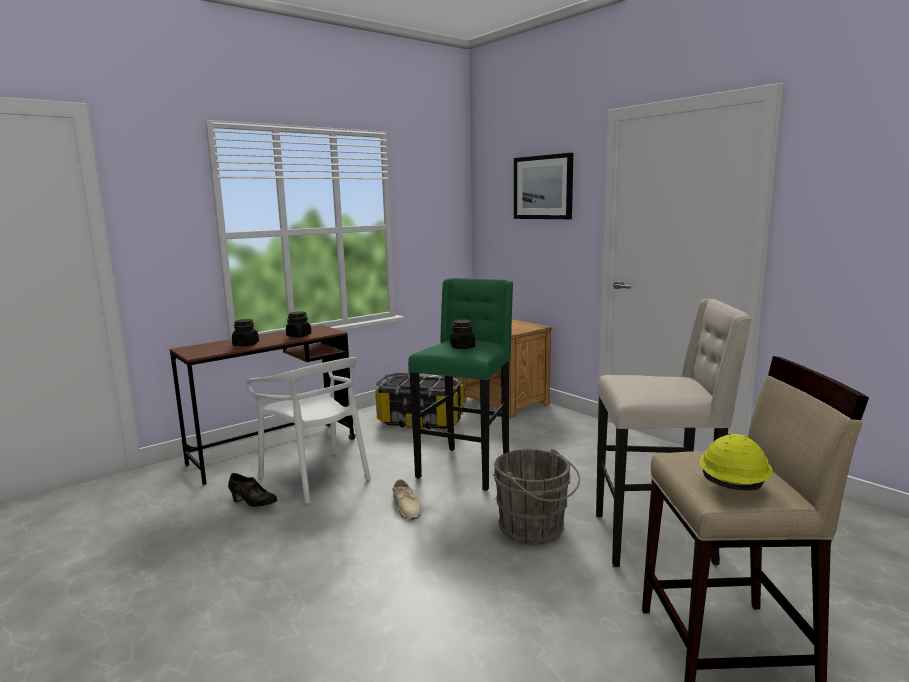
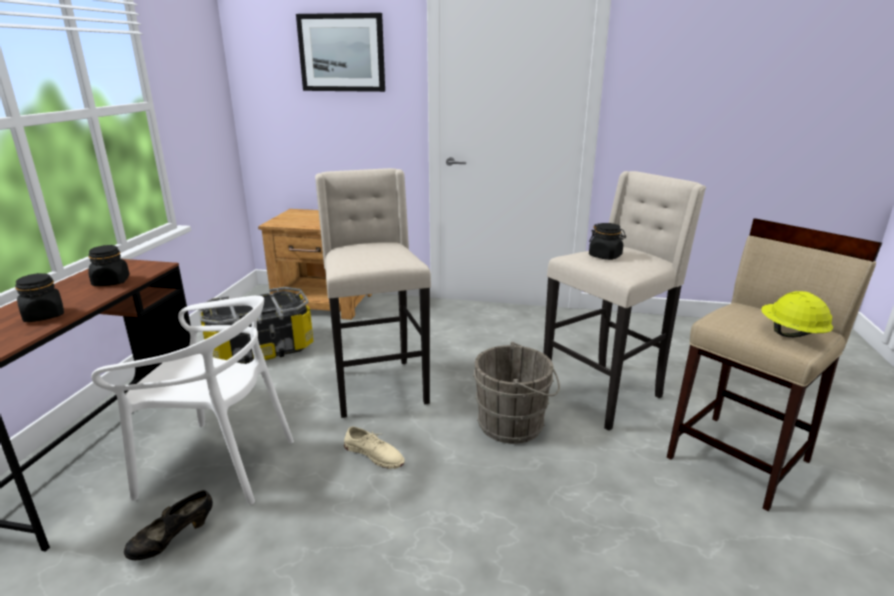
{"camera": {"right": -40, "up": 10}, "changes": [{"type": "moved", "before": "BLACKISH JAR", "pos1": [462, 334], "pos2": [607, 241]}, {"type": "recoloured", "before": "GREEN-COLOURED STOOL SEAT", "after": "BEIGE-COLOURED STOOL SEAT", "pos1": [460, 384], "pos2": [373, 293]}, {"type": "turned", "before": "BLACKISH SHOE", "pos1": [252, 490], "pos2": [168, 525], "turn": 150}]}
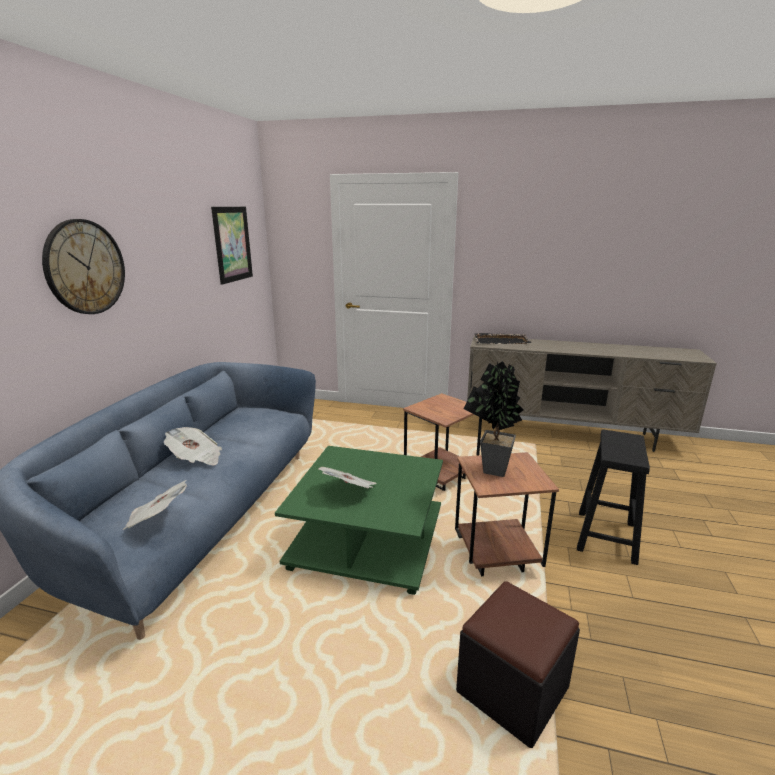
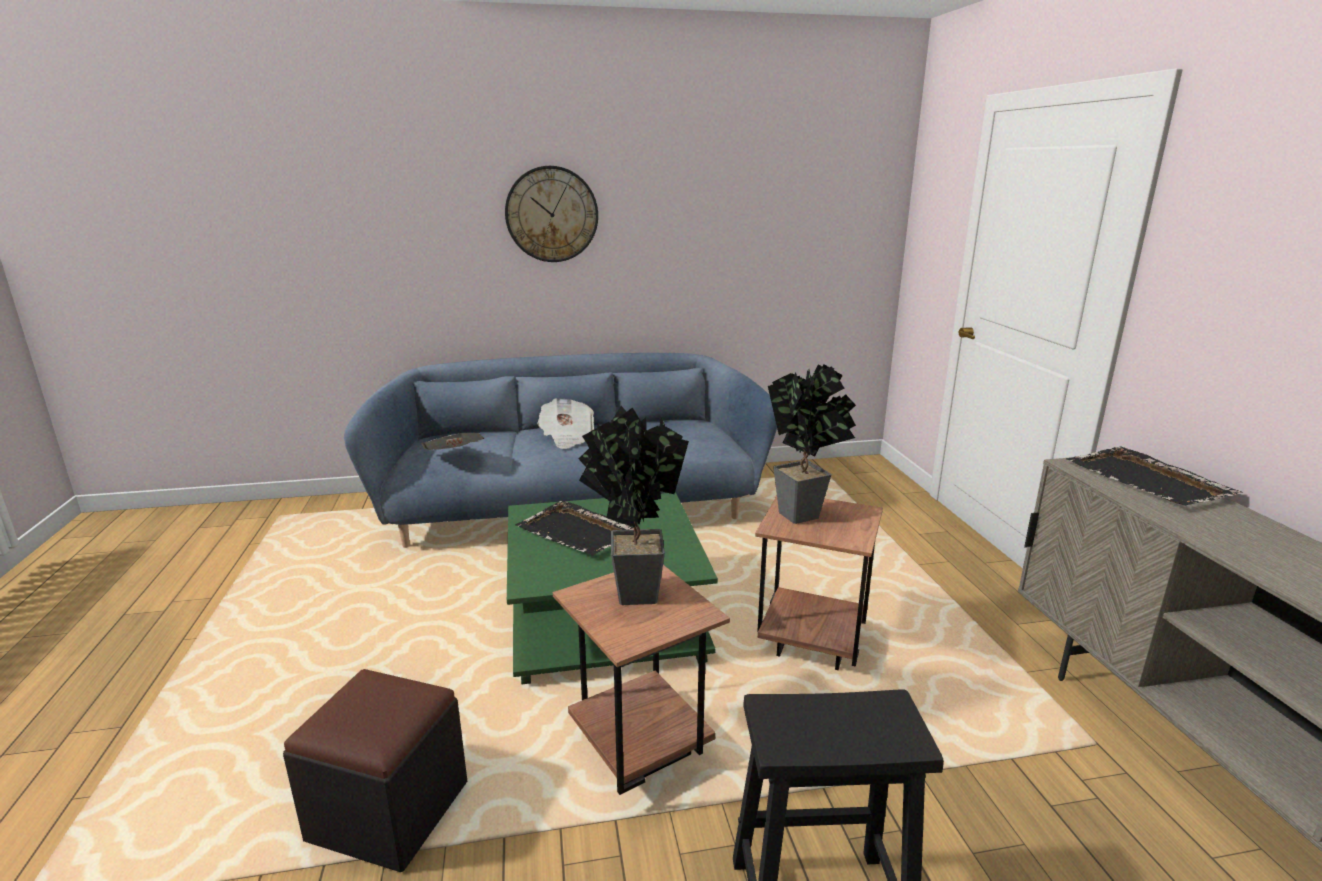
{"camera": {"right": 65, "up": 0}, "changes": [{"type": "removed", "before": "WALL PICTURE", "pos1": [232, 246]}, {"type": "added", "after": "HOUSEPLANT", "pos2": [812, 444]}, {"type": "replaced", "before": "NEWSPAPER", "after": "BLACKISH SERVING TRAY", "pos1": [347, 478], "pos2": [574, 528]}]}
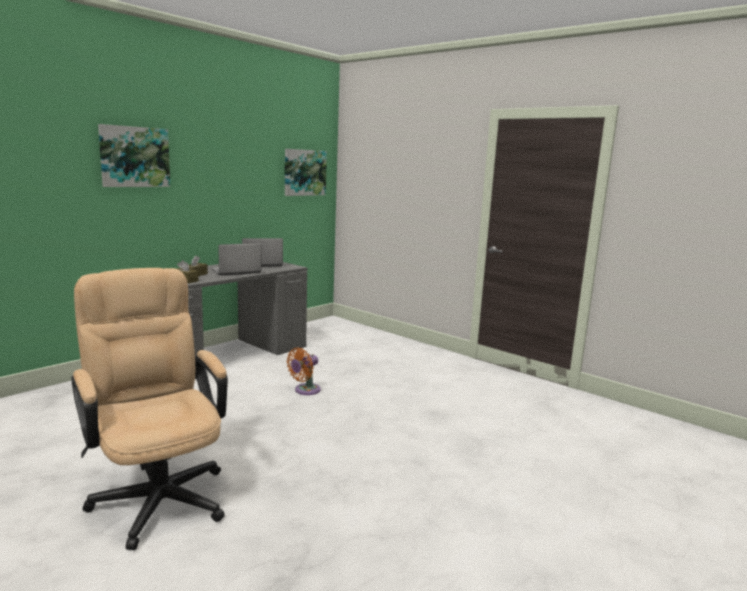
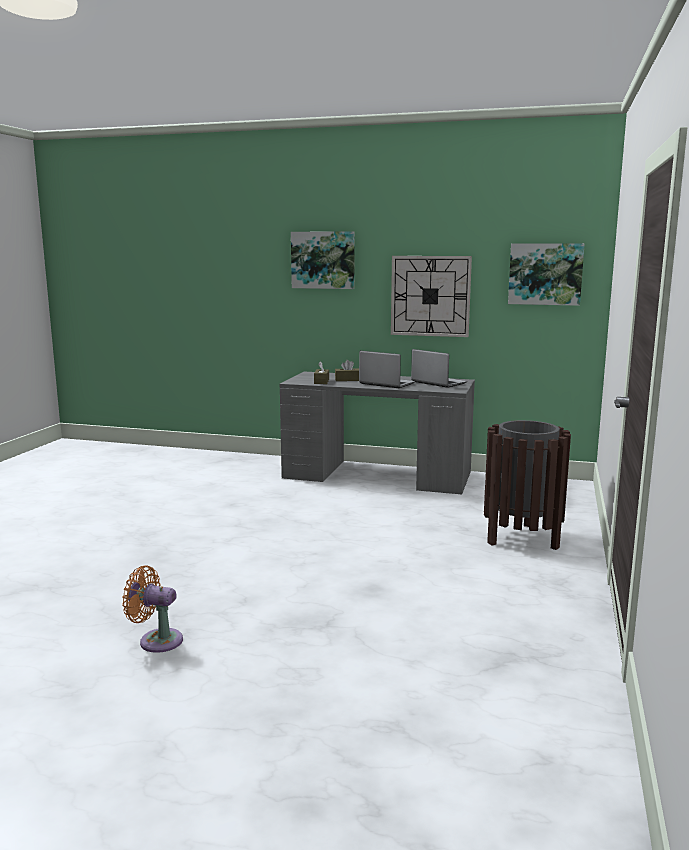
{"camera": {"right": 65, "up": 0}, "changes": [{"type": "removed", "before": "BEIGE-COLOURED DESK CHAIR", "pos1": [149, 409]}, {"type": "added", "after": "CLOCK ON THE WALL", "pos2": [431, 296]}, {"type": "added", "after": "BROWN TRASH CAN", "pos2": [527, 485]}, {"type": "moved", "before": "ORANGE-COLOURED COOLING FAN", "pos1": [303, 371], "pos2": [152, 609]}]}
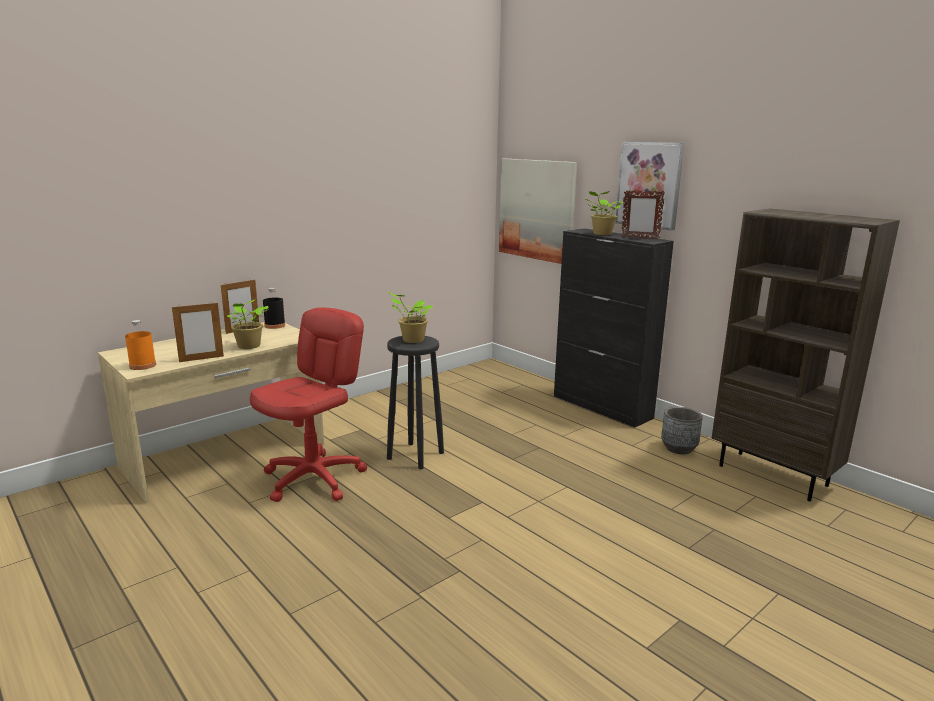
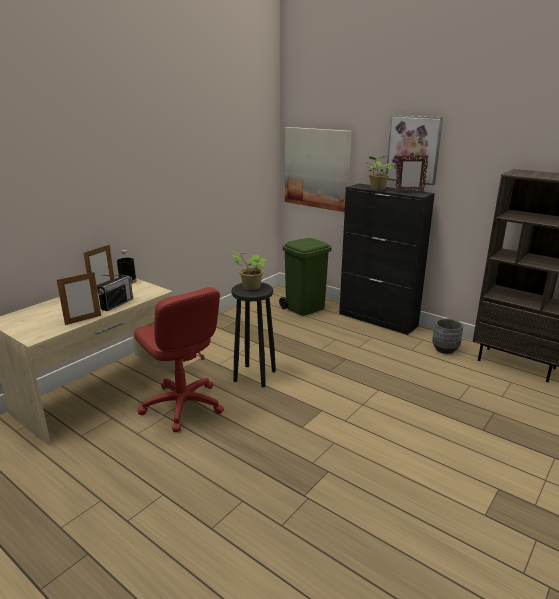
{"camera": {"right": -10, "up": 5}, "changes": [{"type": "removed", "before": "ORANGE-COLOURED DRINK BOTTLE", "pos1": [140, 345]}, {"type": "added", "after": "GREEN-COLOURED TRASH CAN", "pos2": [305, 277]}, {"type": "replaced", "before": "HOUSEPLANT", "after": "RADIO", "pos1": [247, 324], "pos2": [115, 293]}, {"type": "turned", "before": "RED DESK CHAIR", "pos1": [308, 404], "pos2": [179, 359], "turn": 120}]}
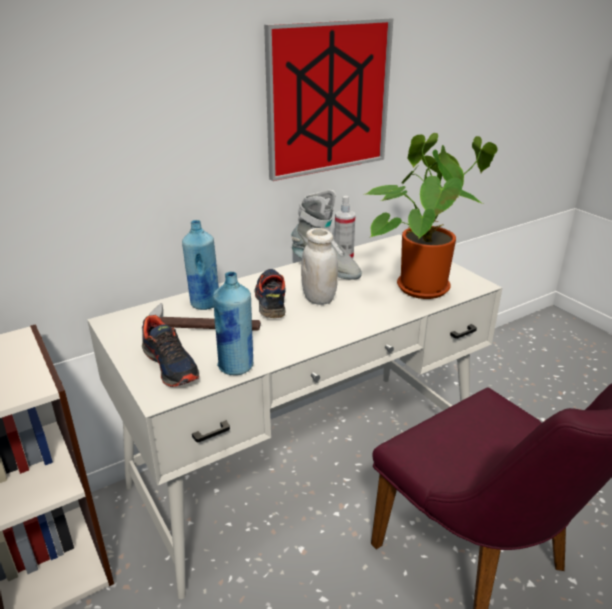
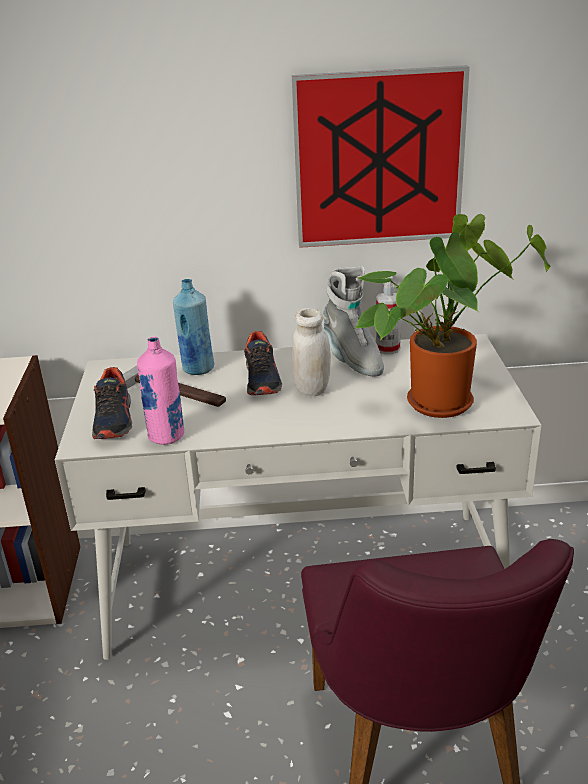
{"camera": {"right": 30, "up": 0}, "changes": [{"type": "recoloured", "before": "BLUE-COLOURED DRINK BOTTLE", "after": "PINKISH DRINK BOTTLE", "pos1": [233, 323], "pos2": [160, 391]}, {"type": "turned", "before": "SHOE", "pos1": [270, 293], "pos2": [263, 363], "turn": 150}]}
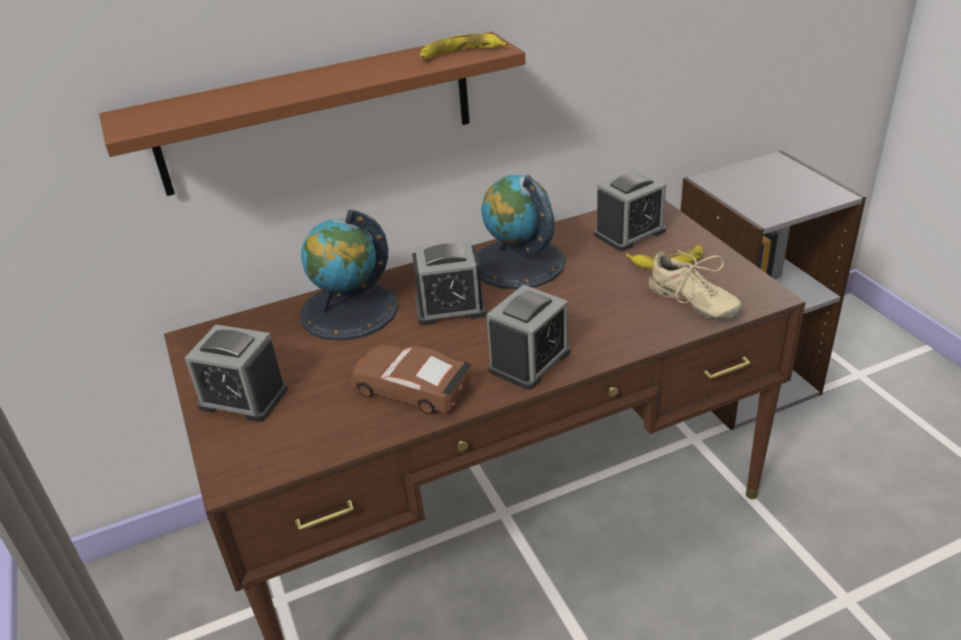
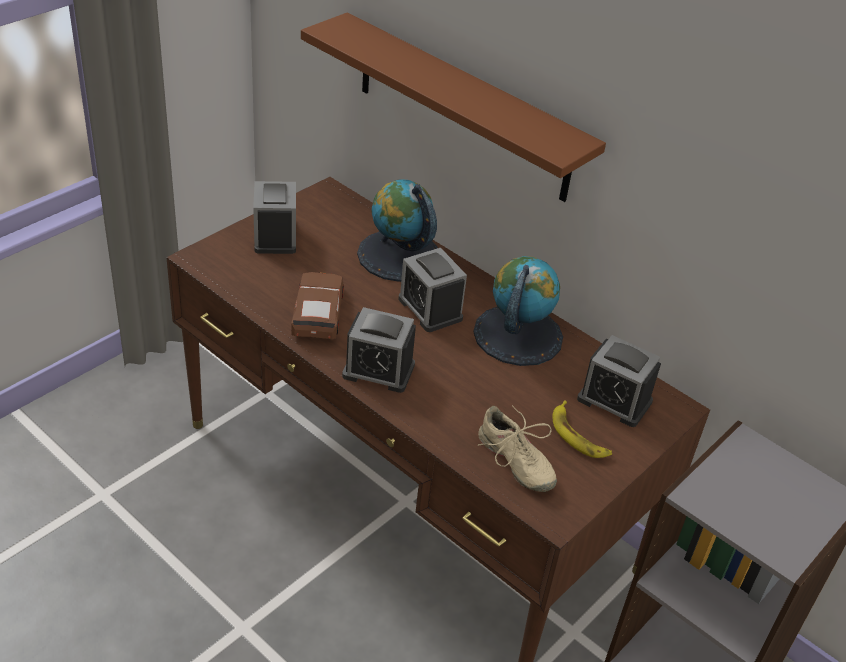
{"camera": {"right": 60, "up": 5}, "changes": [{"type": "removed", "before": "WHOLE BANANA", "pos1": [464, 46]}, {"type": "turned", "before": "BEIGE-COLOURED SHOE", "pos1": [696, 284], "pos2": [517, 448], "turn": -60}]}
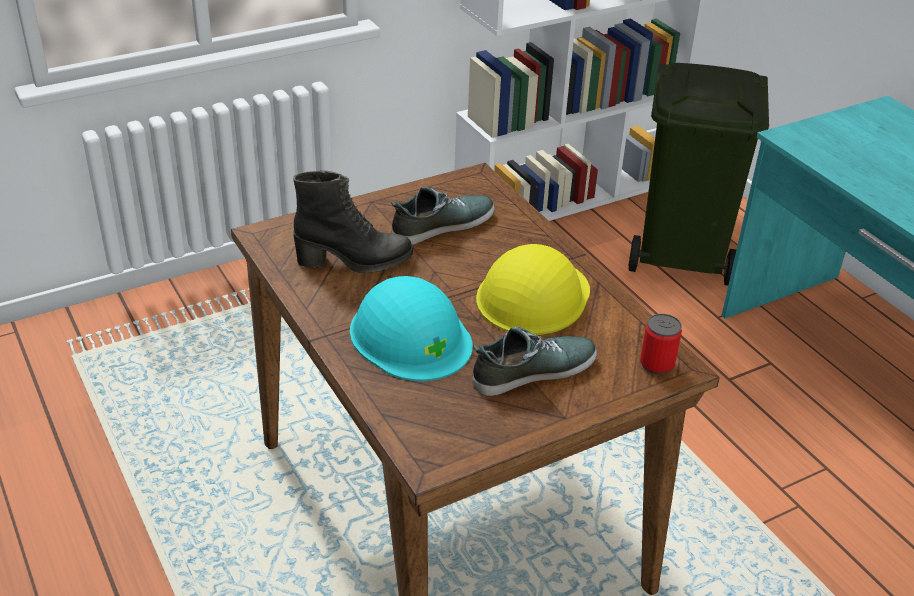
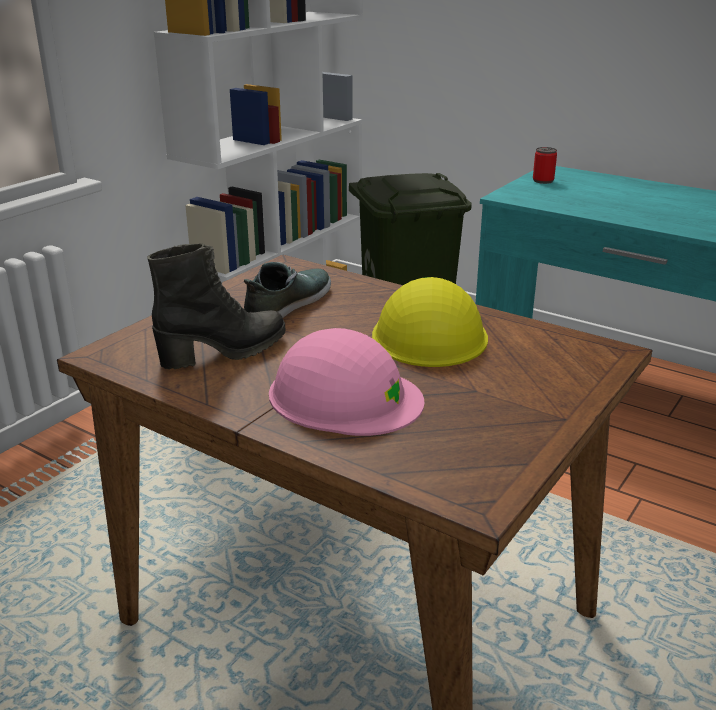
{"camera": {"right": -25, "up": -10}, "changes": [{"type": "removed", "before": "SHOE", "pos1": [534, 361]}, {"type": "moved", "before": "METAL CAN", "pos1": [661, 344], "pos2": [545, 165]}, {"type": "recoloured", "before": "TURQUOISE-COLOURED HARD HAT", "after": "PINKISH HARD HAT", "pos1": [411, 328], "pos2": [346, 382]}]}
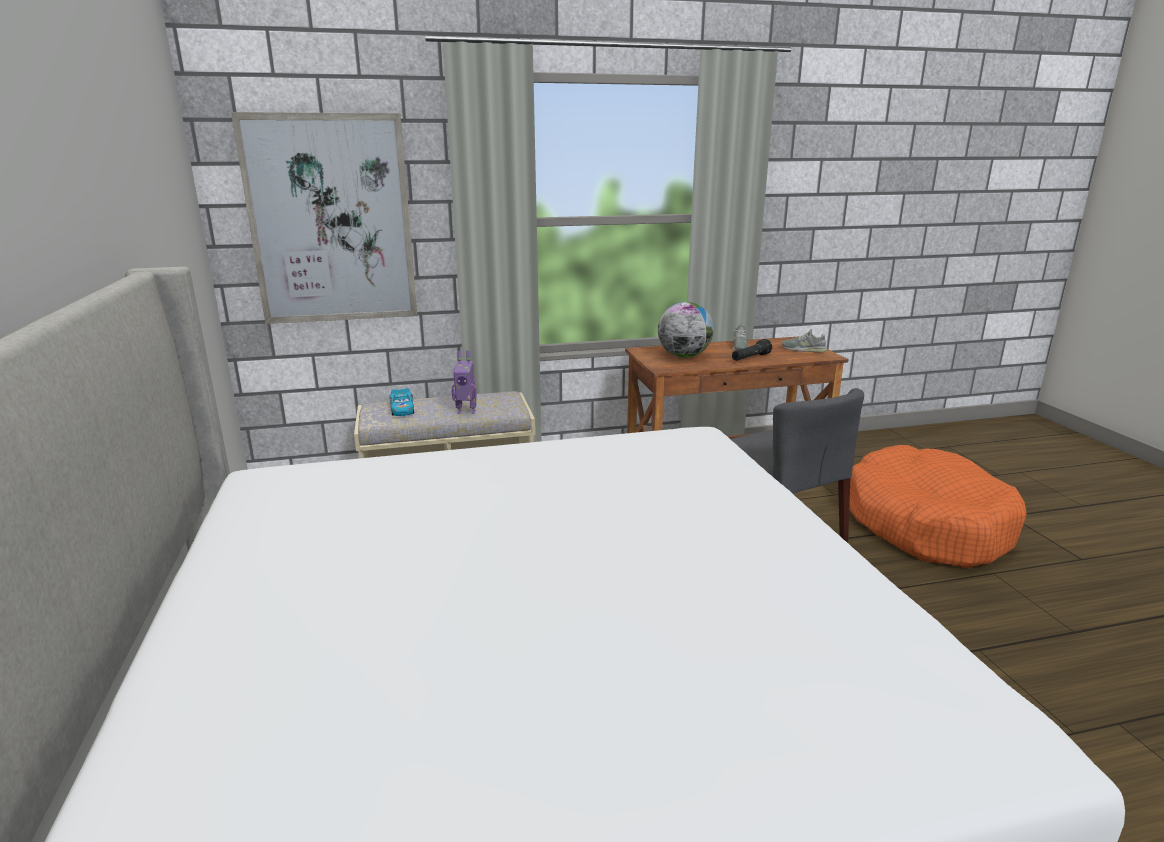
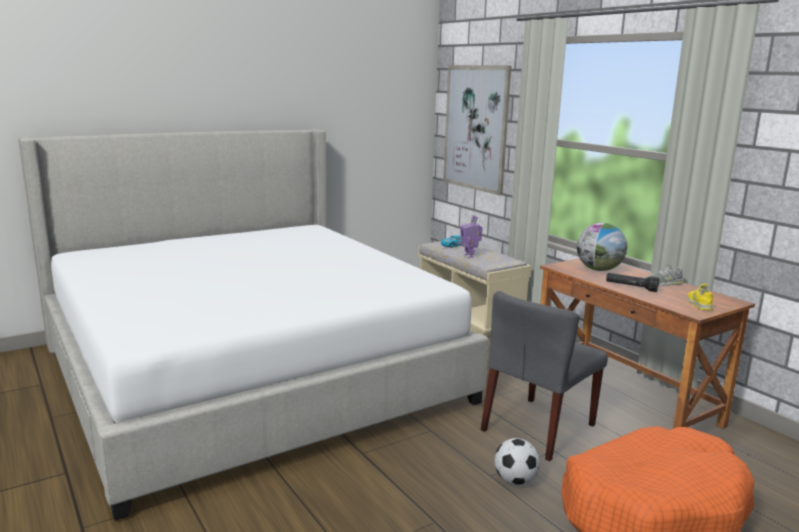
{"camera": {"right": 70, "up": -5}, "changes": [{"type": "added", "after": "BALL FOR FOOTBALL", "pos2": [517, 461]}, {"type": "recoloured", "before": "GREY SHOE", "after": "YELLOW SHOE", "pos1": [804, 341], "pos2": [700, 297]}]}
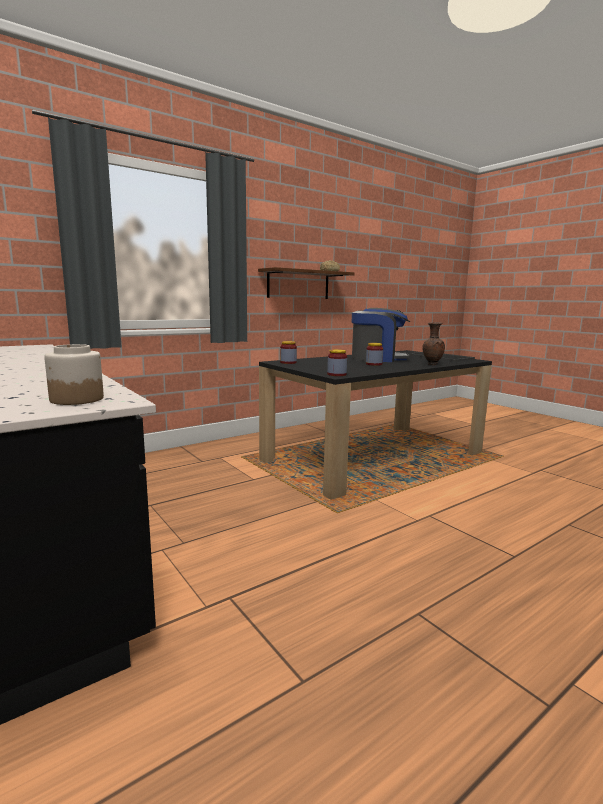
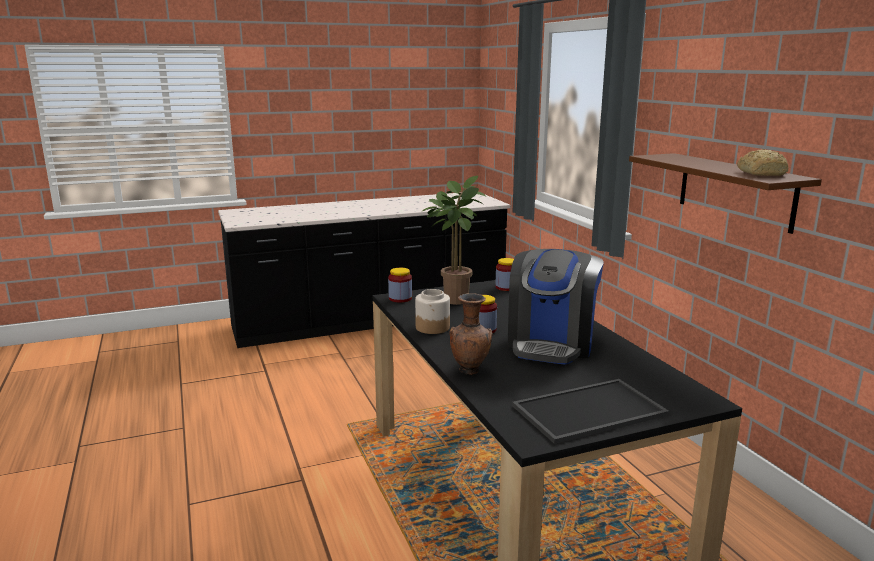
{"camera": {"right": 105, "up": 5}, "changes": [{"type": "added", "after": "HOUSEPLANT", "pos2": [454, 240]}, {"type": "moved", "before": "JAR", "pos1": [74, 374], "pos2": [432, 311]}]}
